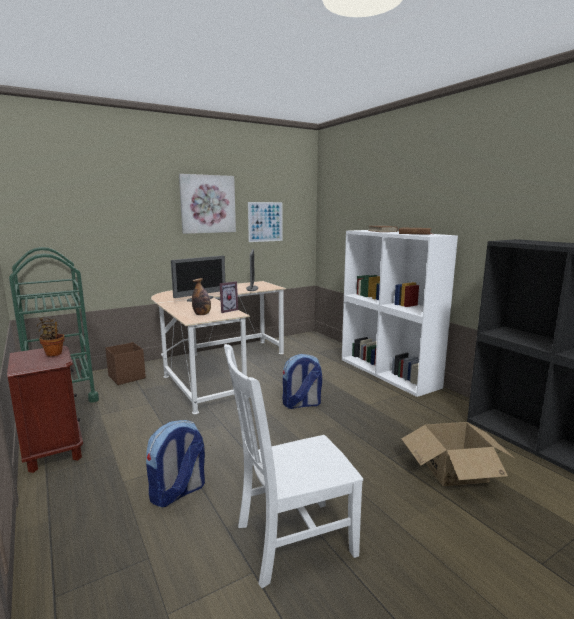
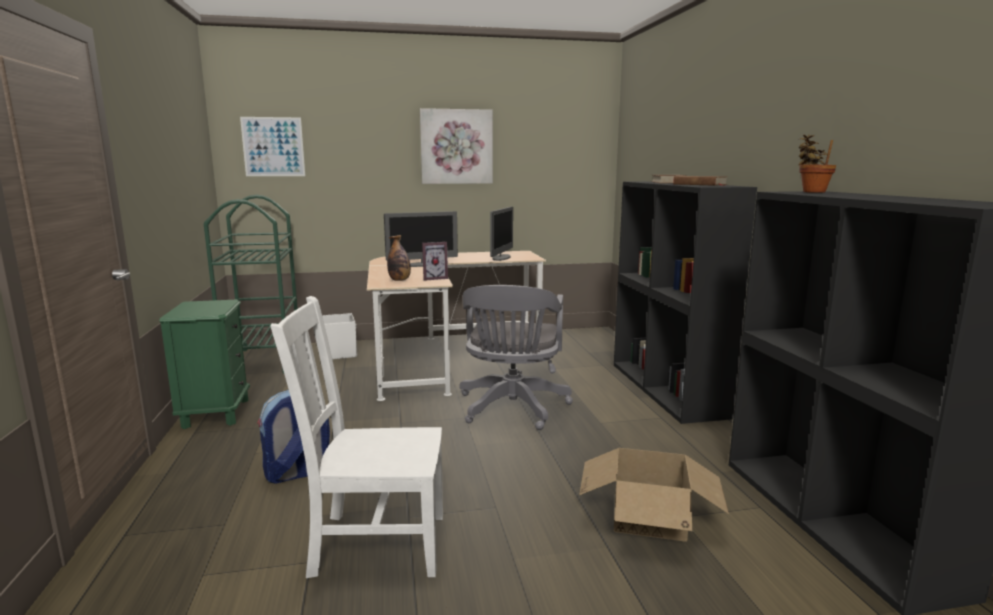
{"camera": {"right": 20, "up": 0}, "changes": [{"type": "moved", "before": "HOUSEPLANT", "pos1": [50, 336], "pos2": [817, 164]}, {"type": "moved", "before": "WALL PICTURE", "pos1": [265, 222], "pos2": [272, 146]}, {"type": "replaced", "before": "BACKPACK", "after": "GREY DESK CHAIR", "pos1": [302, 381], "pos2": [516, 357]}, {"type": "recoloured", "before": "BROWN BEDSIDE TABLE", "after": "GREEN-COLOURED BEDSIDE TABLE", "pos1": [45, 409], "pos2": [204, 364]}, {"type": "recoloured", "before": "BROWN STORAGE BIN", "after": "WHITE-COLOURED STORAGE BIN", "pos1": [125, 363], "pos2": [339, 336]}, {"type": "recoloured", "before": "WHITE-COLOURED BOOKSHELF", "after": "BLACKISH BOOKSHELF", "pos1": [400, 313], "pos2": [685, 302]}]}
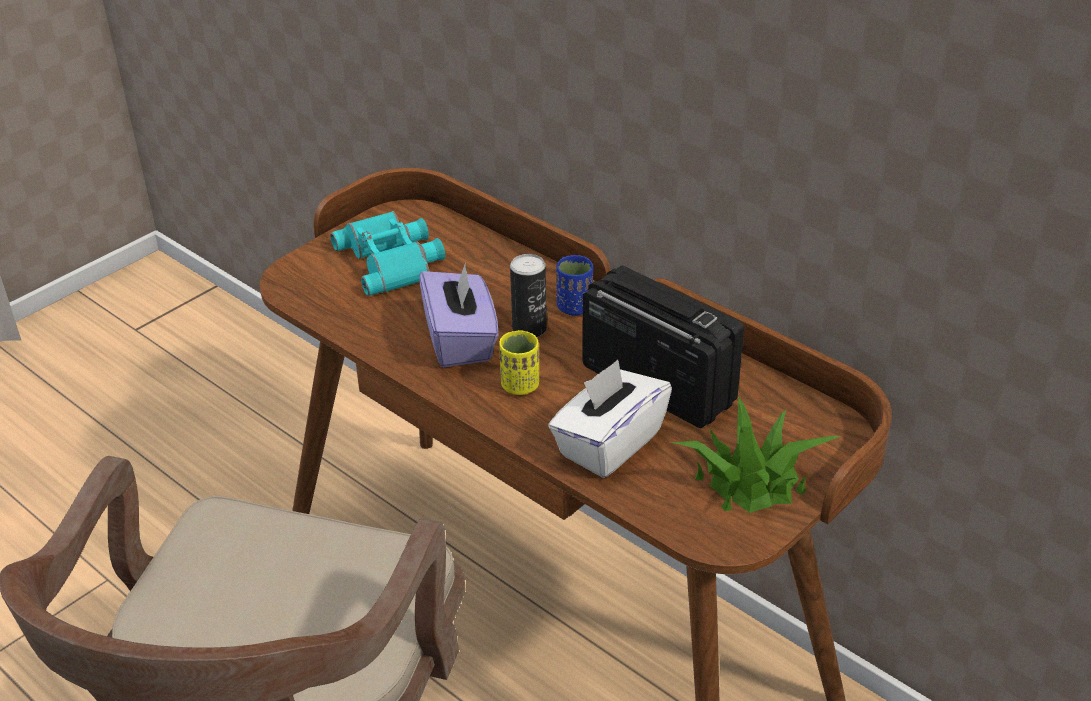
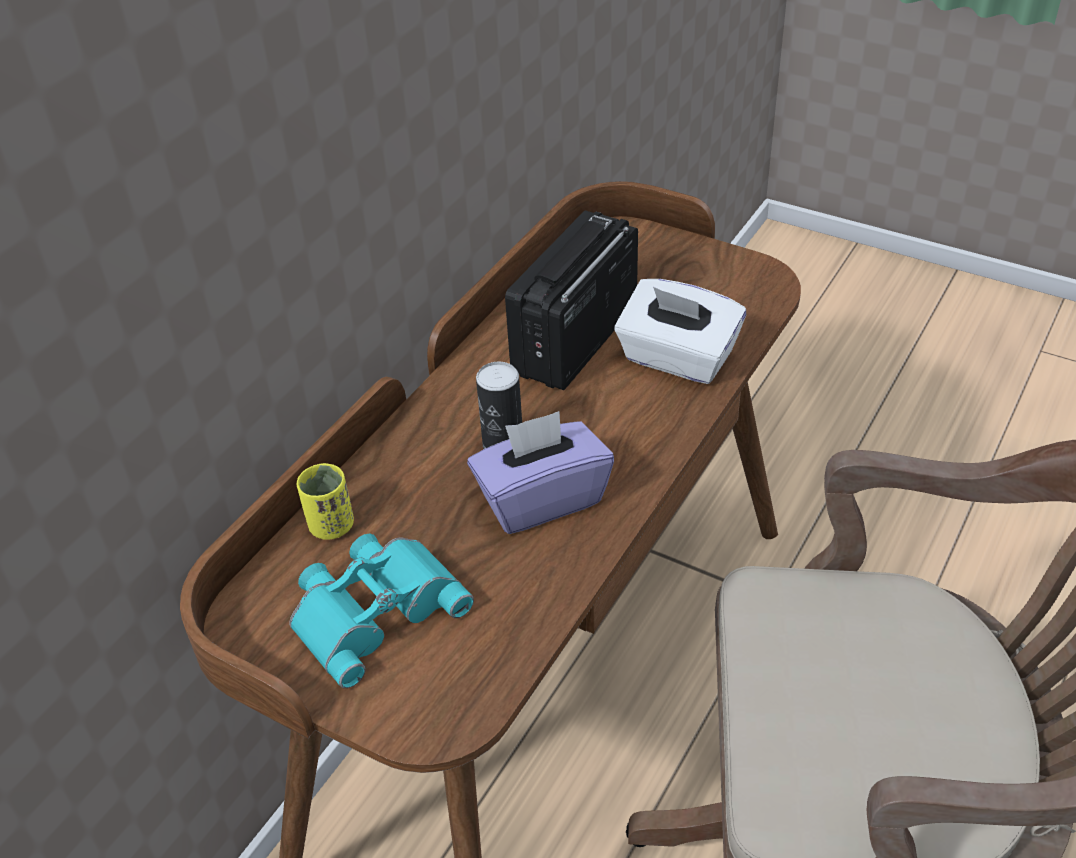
{"camera": {"right": -100, "up": 5}, "changes": [{"type": "removed", "before": "BLUE-COLOURED SMALL CUP", "pos1": [574, 285]}, {"type": "removed", "before": "HOUSEPLANT", "pos1": [755, 455]}, {"type": "moved", "before": "YELLOW SMALL CUP", "pos1": [519, 362], "pos2": [325, 501]}]}
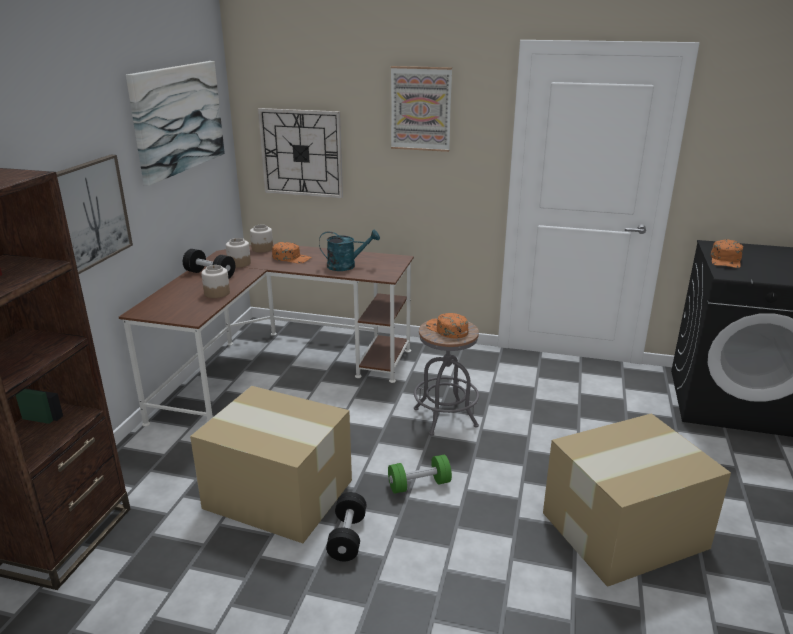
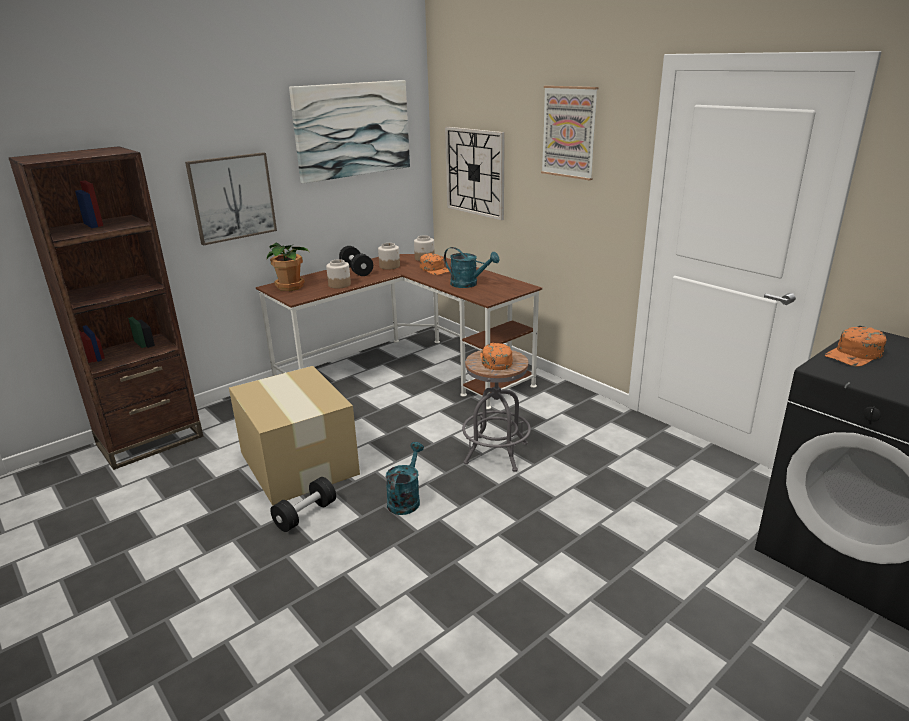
{"camera": {"right": 35, "up": 0}, "changes": [{"type": "removed", "before": "PACKING BOX", "pos1": [637, 500]}, {"type": "added", "after": "HOUSEPLANT", "pos2": [288, 267]}, {"type": "replaced", "before": "GREEN-COLOURED HAND WEIGHT", "after": "TURQUOISE-COLOURED SPRINKLING CAN", "pos1": [420, 474], "pos2": [405, 478]}]}
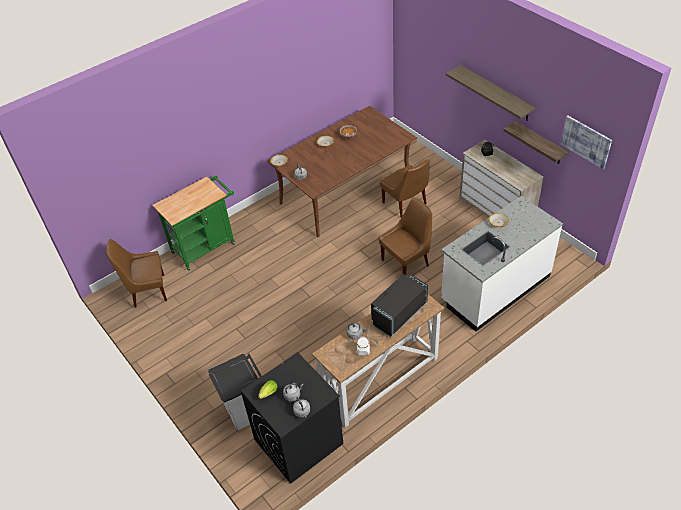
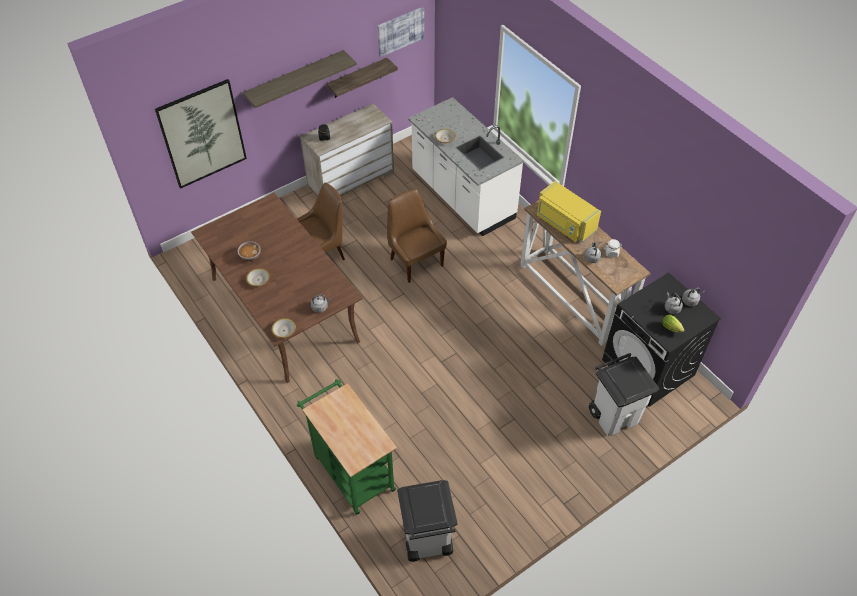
{"camera": {"right": -90, "up": 5}, "changes": [{"type": "added", "after": "WALL PICTURE", "pos2": [201, 134]}, {"type": "replaced", "before": "BROWN PLAIN CHAIR", "after": "WHITE-COLOURED TRASH CAN", "pos1": [136, 273], "pos2": [427, 521]}, {"type": "recoloured", "before": "BLACKISH MICROWAVE", "after": "YELLOW MICROWAVE", "pos1": [399, 305], "pos2": [569, 211]}]}
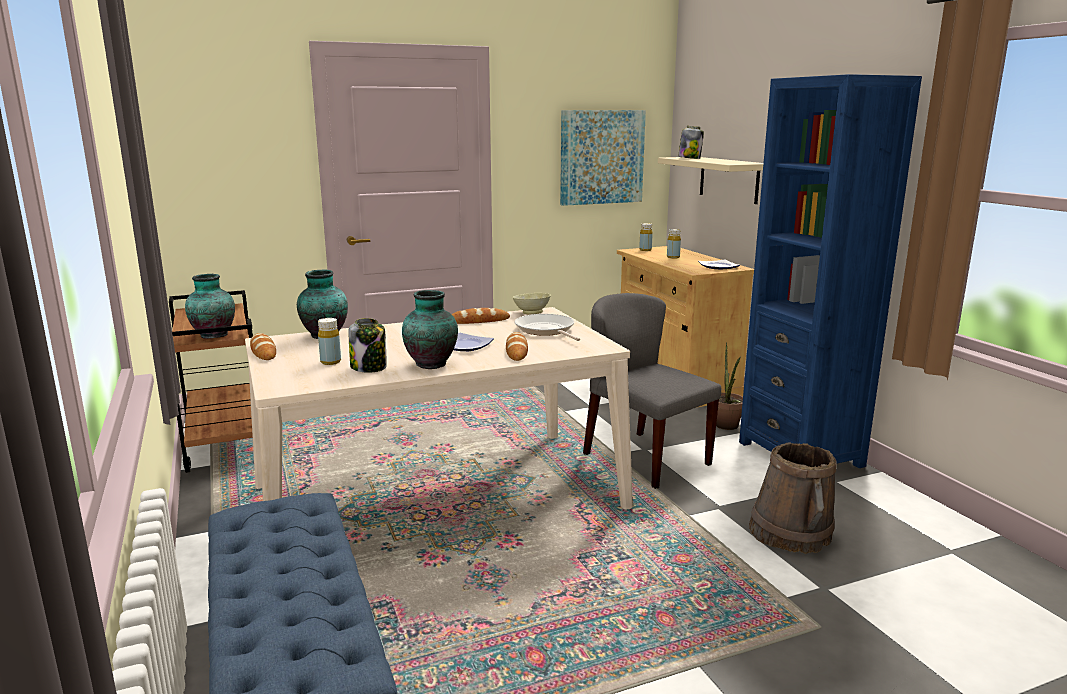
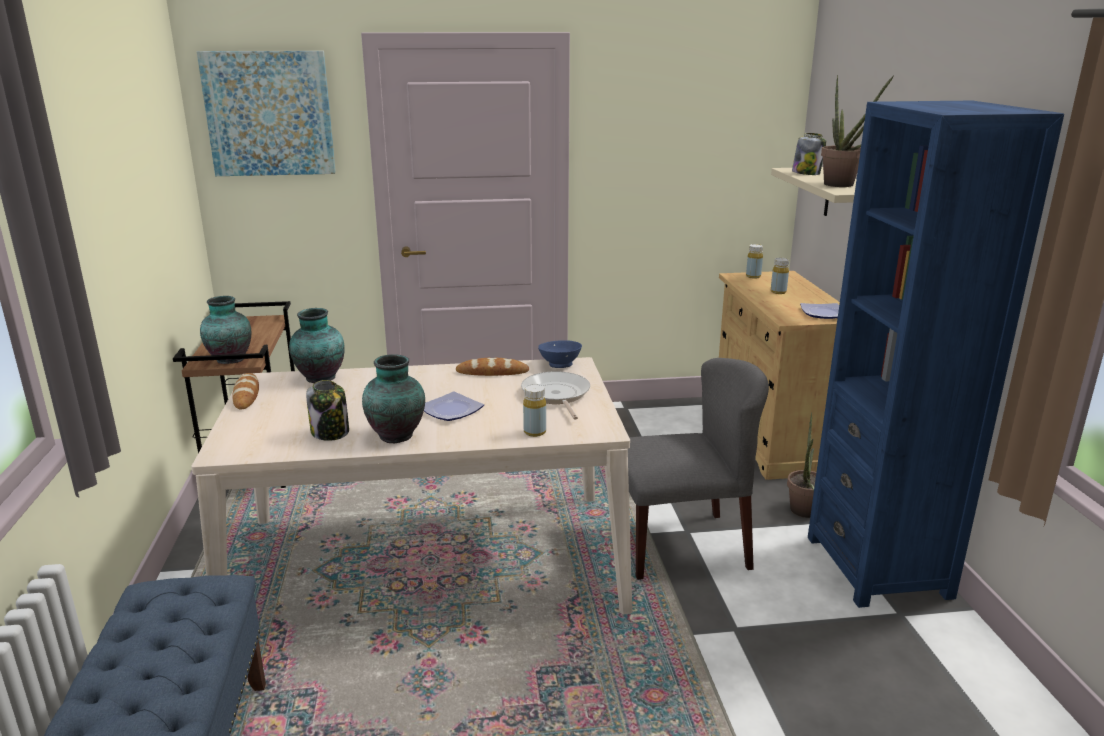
{"camera": {"right": 15, "up": 5}, "changes": [{"type": "removed", "before": "BAKED BREAD", "pos1": [517, 346]}, {"type": "removed", "before": "BROWN PAIL", "pos1": [793, 498]}, {"type": "added", "after": "HOUSEPLANT", "pos2": [857, 131]}, {"type": "moved", "before": "YELLOW DRINK BOTTLE", "pos1": [329, 341], "pos2": [534, 410]}, {"type": "moved", "before": "WALL PICTURE", "pos1": [603, 158], "pos2": [266, 113]}, {"type": "recoloured", "before": "BEIGE-COLOURED DEEP DISH", "after": "BLUE-COLOURED DEEP DISH", "pos1": [532, 303], "pos2": [560, 354]}, {"type": "turned", "before": "GREY PLAIN CHAIR", "pos1": [652, 391], "pos2": [698, 469], "turn": 105}]}
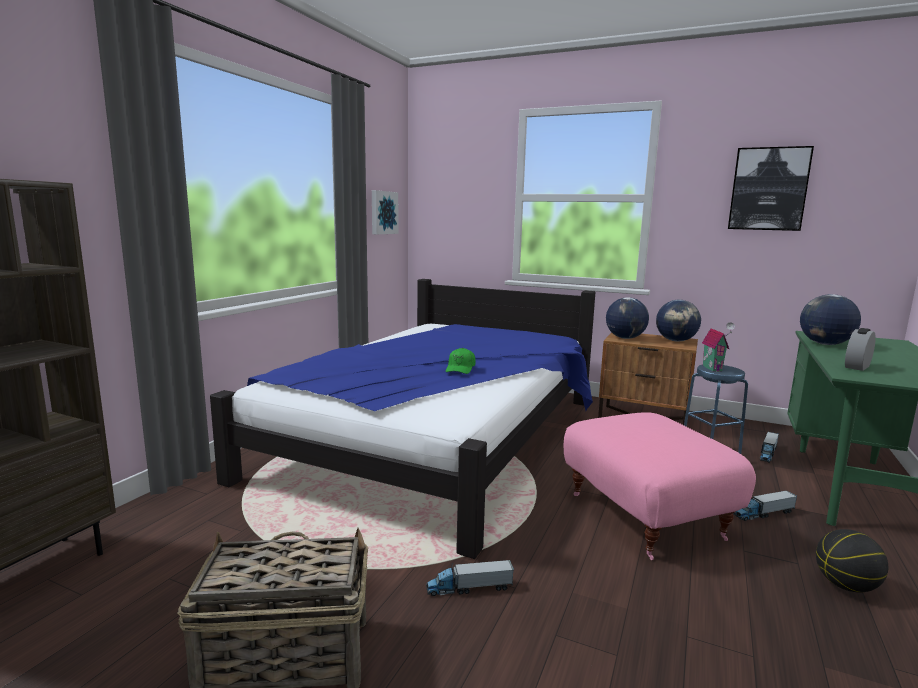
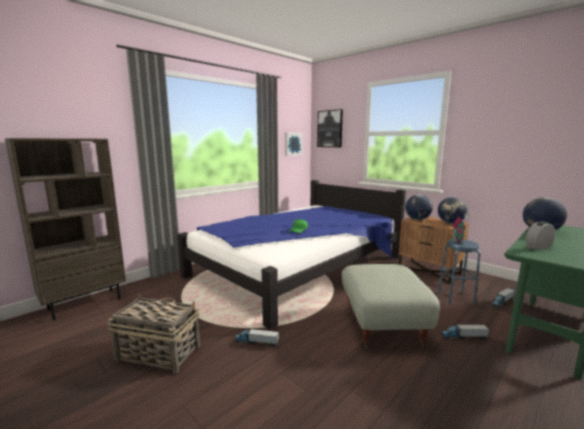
{"camera": {"right": 20, "up": 0}, "changes": [{"type": "removed", "before": "BALL FOR BASKETBALL", "pos1": [852, 561]}, {"type": "moved", "before": "WALL PICTURE", "pos1": [771, 188], "pos2": [330, 128]}, {"type": "recoloured", "before": "PINKISH FOOTREST", "after": "GREY FOOTREST", "pos1": [659, 486], "pos2": [391, 306]}]}
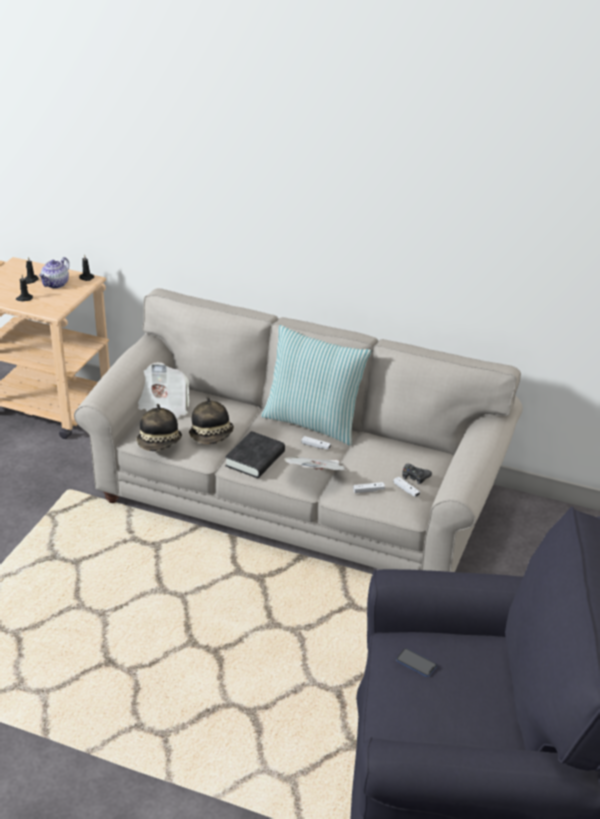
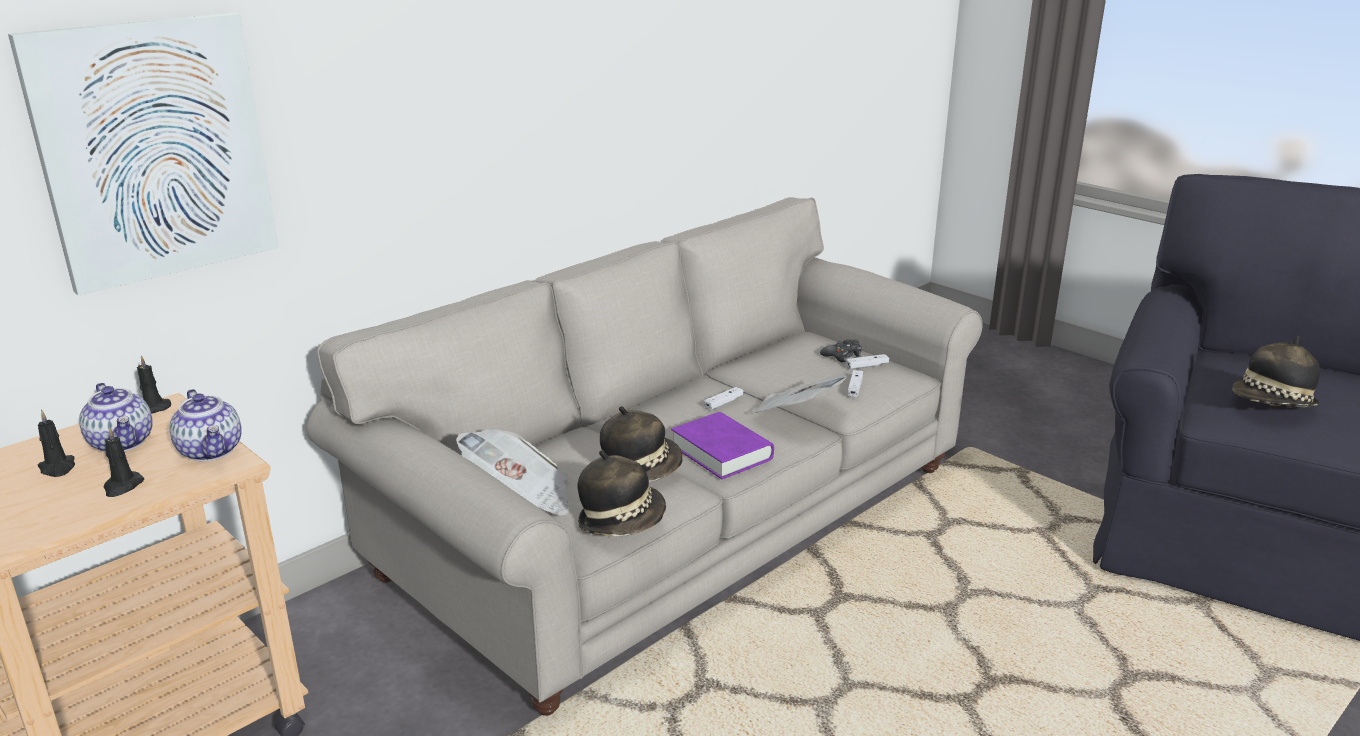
{"camera": {"right": -65, "up": -10}, "changes": [{"type": "removed", "before": "PILLOW", "pos1": [316, 385]}, {"type": "added", "after": "WALL PICTURE", "pos2": [143, 154]}, {"type": "added", "after": "TEAPOT", "pos2": [206, 425]}, {"type": "replaced", "before": "TELEPHONE", "after": "WEARABLE HAT", "pos1": [416, 662], "pos2": [1276, 372]}, {"type": "recoloured", "before": "BLACKISH BOOK", "after": "PURPLE BOOK", "pos1": [255, 454], "pos2": [722, 445]}]}
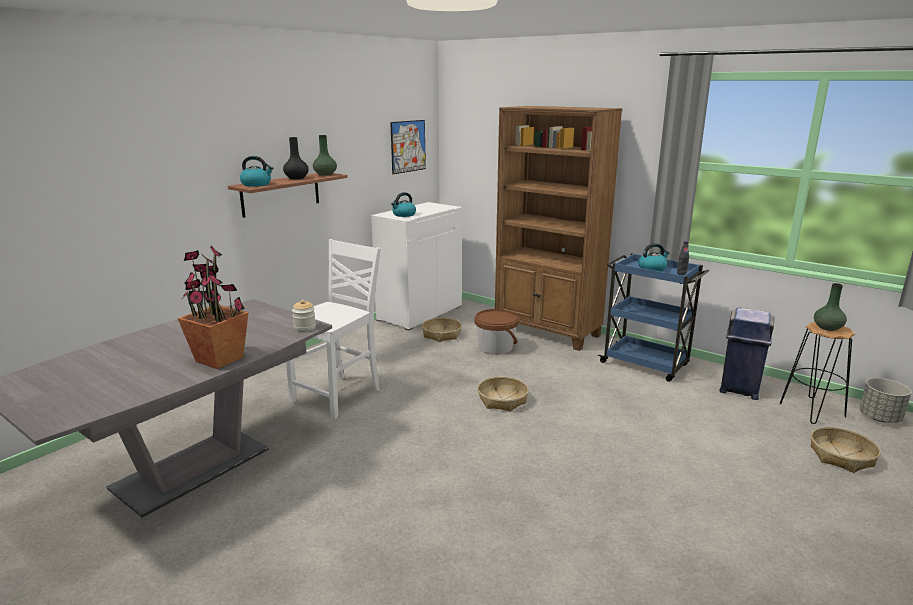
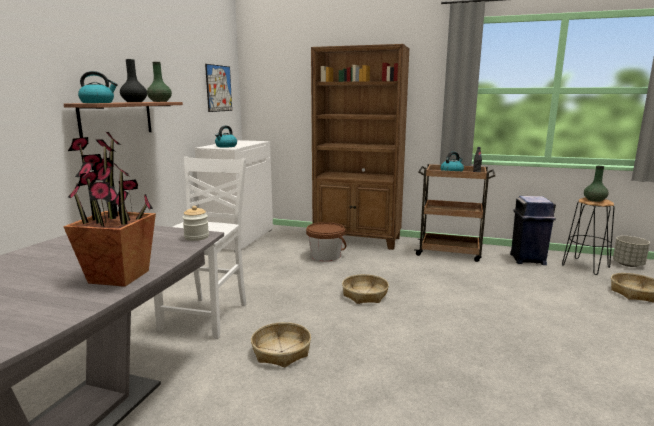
{"camera": {"right": -20, "up": -5}, "changes": [{"type": "moved", "before": "STORAGE BASKET", "pos1": [442, 330], "pos2": [281, 344]}, {"type": "recoloured", "before": "BLUE-COLOURED WHEELED CART", "after": "BROWN WHEELED CART", "pos1": [653, 317], "pos2": [454, 213]}]}
